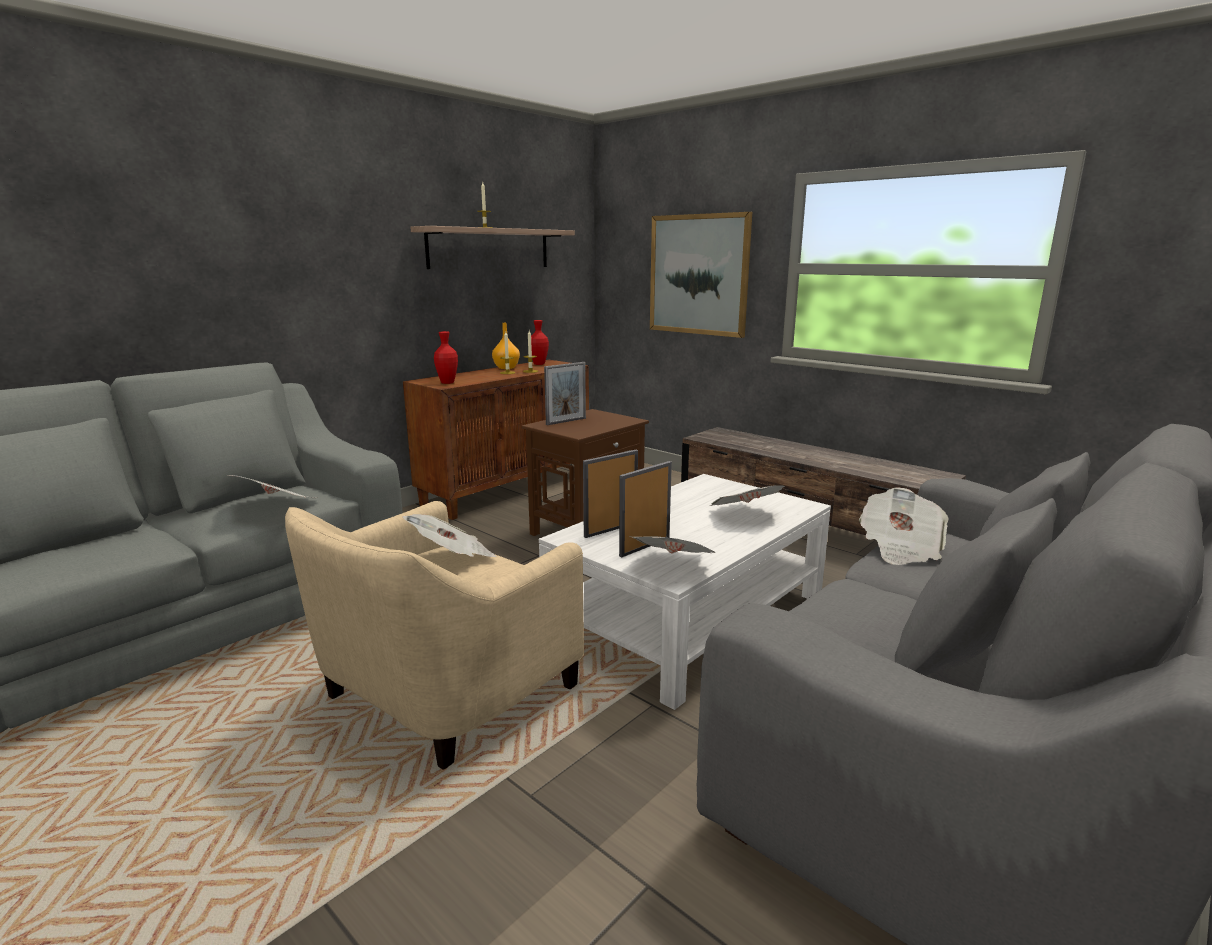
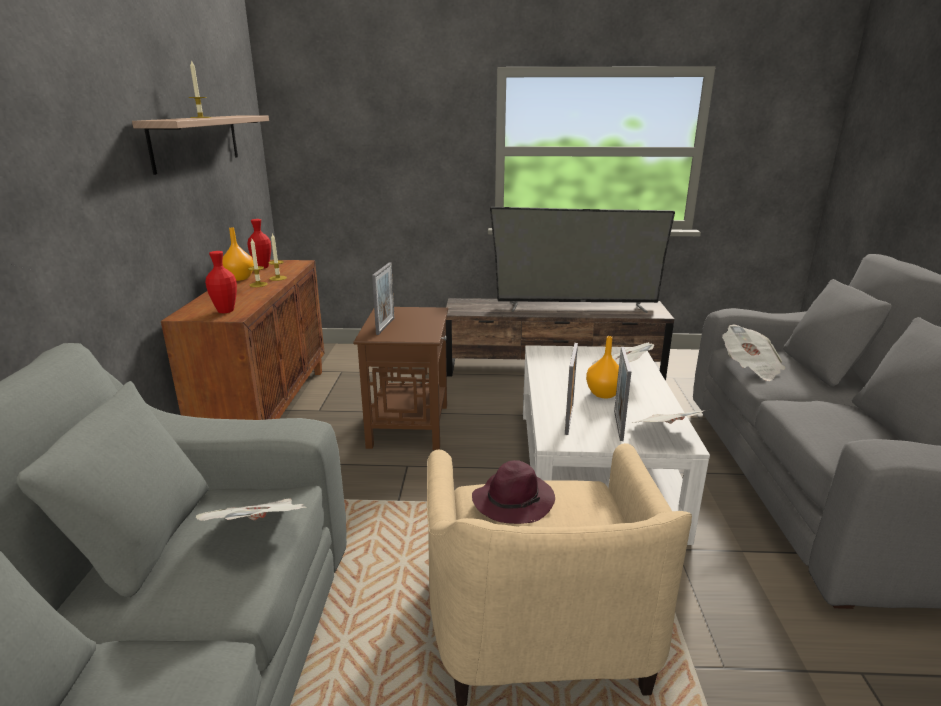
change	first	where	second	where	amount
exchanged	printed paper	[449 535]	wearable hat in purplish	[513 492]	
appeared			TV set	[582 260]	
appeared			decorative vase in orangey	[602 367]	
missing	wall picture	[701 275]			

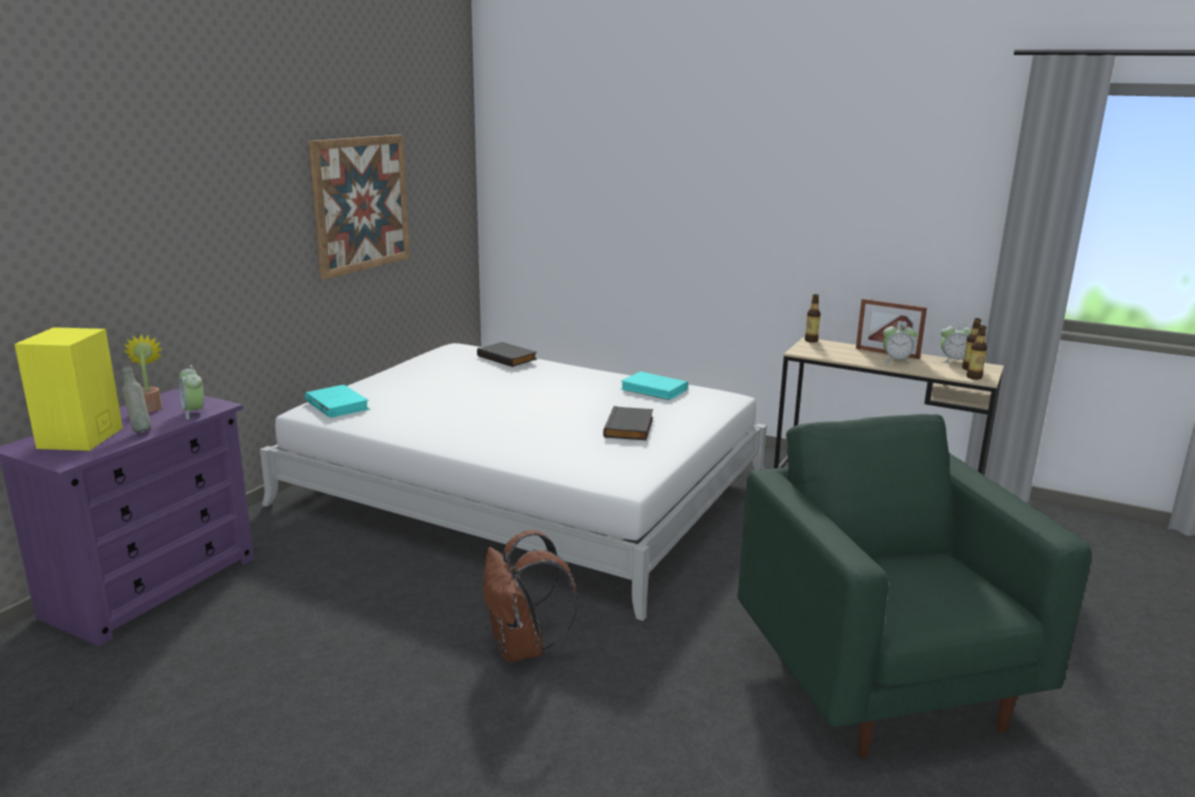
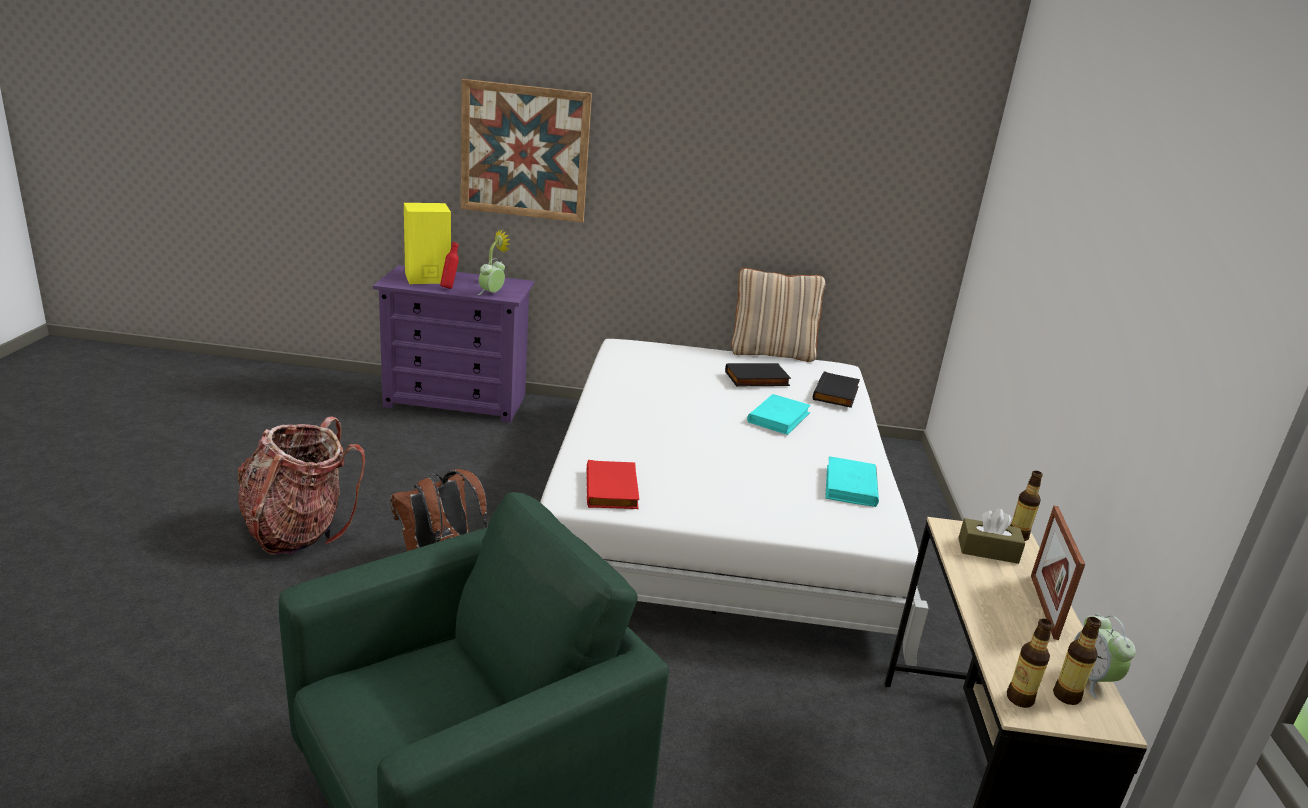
change	first	where	second	where	amount
appeared			backpack	[301 486]	
colour	drink bottle in greyish	[136 399]	drink bottle in reddish	[449 265]	
relocated	wall picture	[359 207]		[526 151]	
appeared			bound book in reddish	[612 484]	
relocated	bound book in blackish	[628 423]		[758 374]	
appeared			throw pillow in sand-coloured	[778 315]	
relocated	bound book in turquoise	[337 401]		[779 414]	
appeared			box of tissues in brown	[992 536]	
missing	table clock	[900 342]			

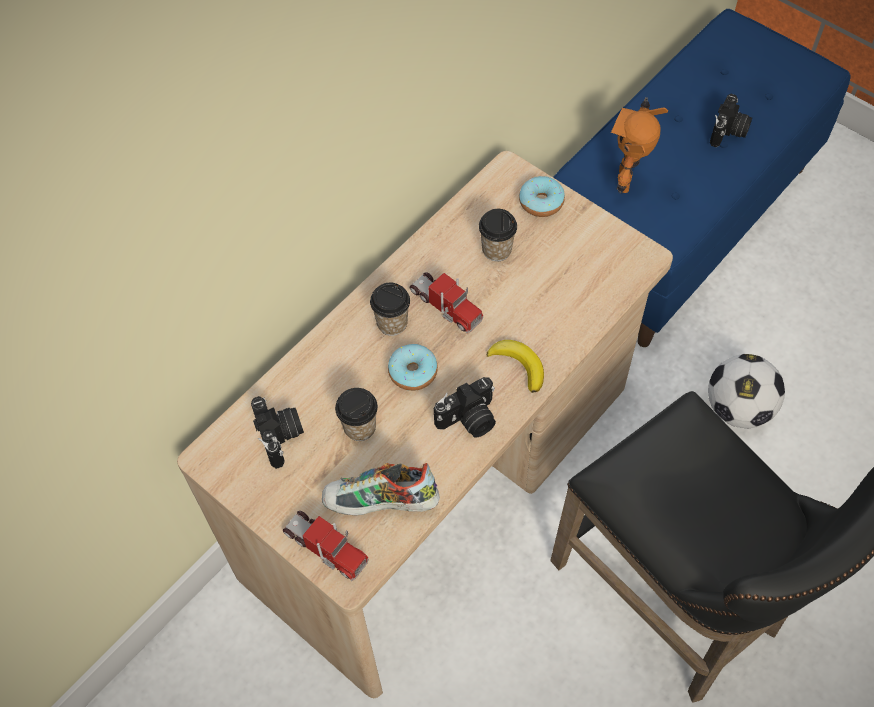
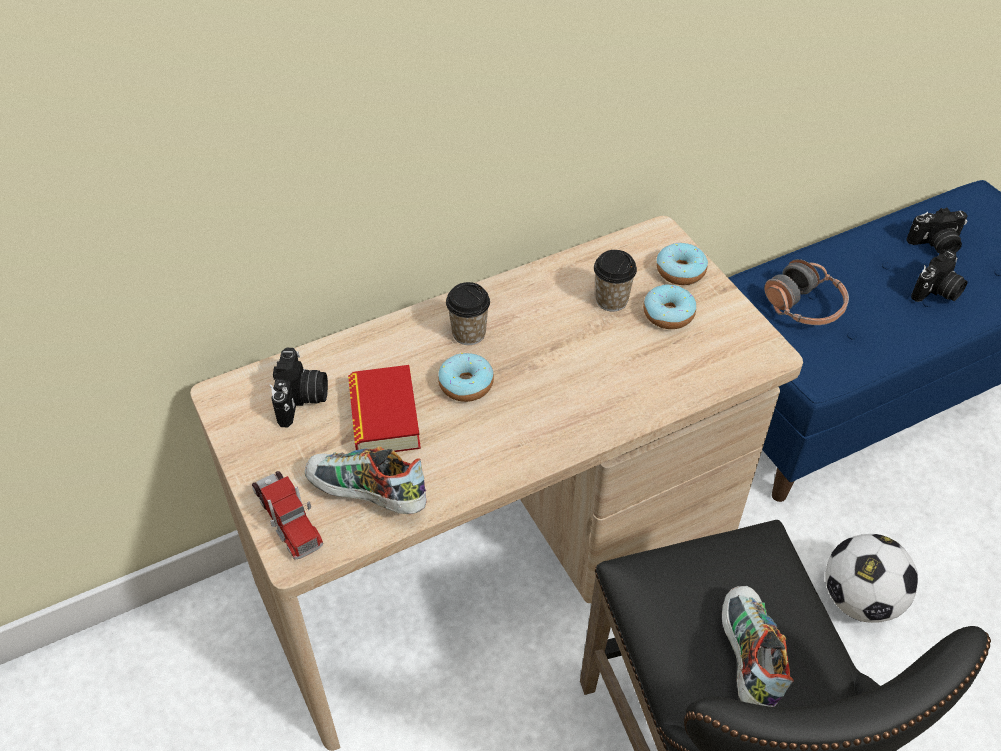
change	first	where	second	where	amount
exchanged	drinking cup	[356 414]	bound book	[384 408]	
appeared			donut	[669 306]	
appeared			item of footwear	[758 646]	
exchanged	toy robot	[639 145]	headphones	[806 292]	
relocated	photo camera	[465 407]		[937 231]	
missing	toy lorry	[446 302]			
missing	banana fruit	[515 366]			

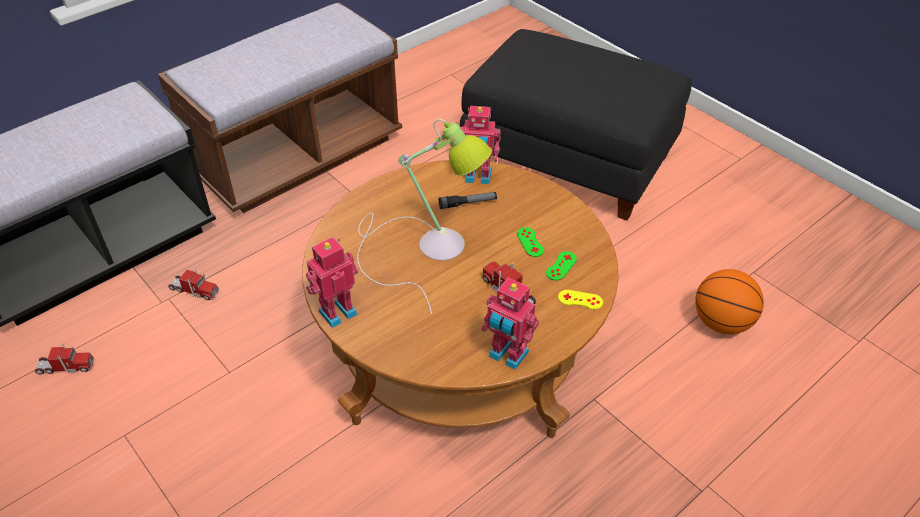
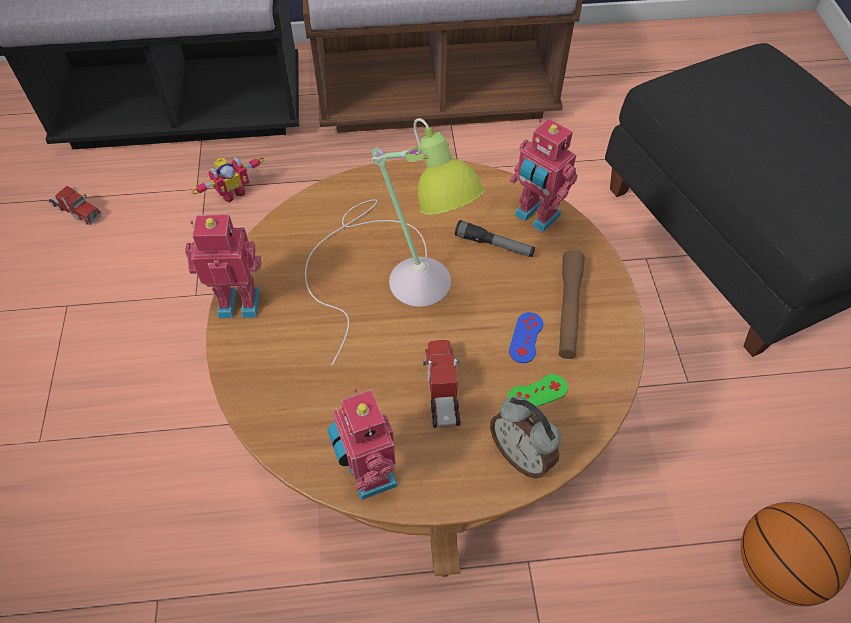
change	first	where	second	where	amount
exchanged	toy lorry	[194 284]	toy robot	[227 179]	
exchanged	game controller in yellow-coloured	[580 300]	table clock	[525 437]	
colour	game controller in green	[530 242]	game controller in blue	[526 337]	
appeared			hand torch in brown	[572 304]	

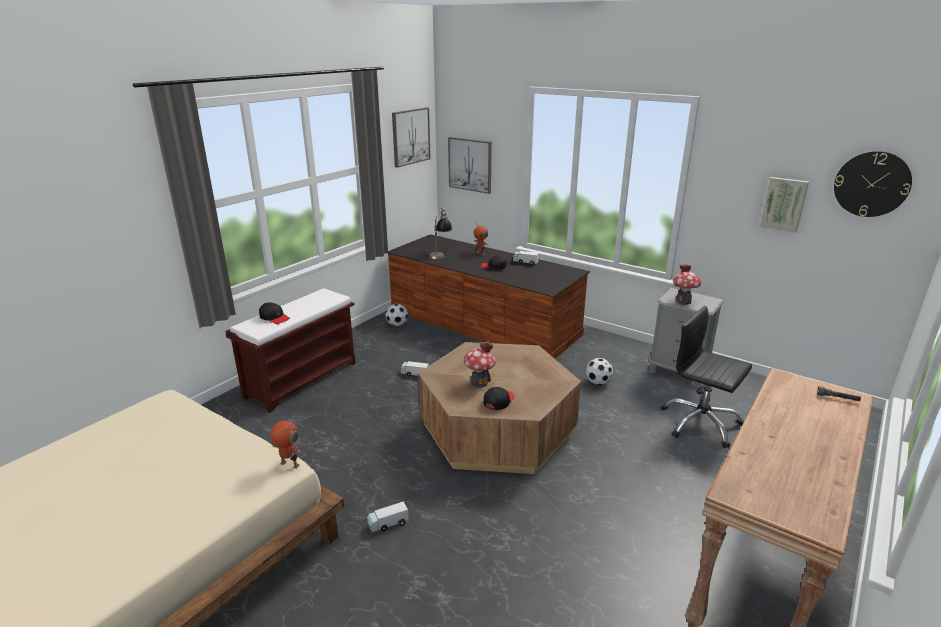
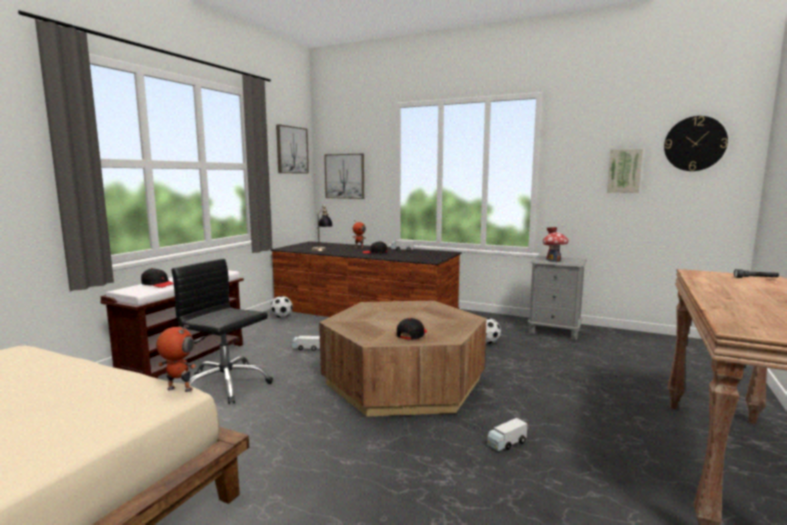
change	first	where	second	where	amount
relocated	computer chair in blackish	[706 377]		[222 331]	
relocated	toy lorry	[388 516]		[507 434]	
missing	miniature house	[480 364]			

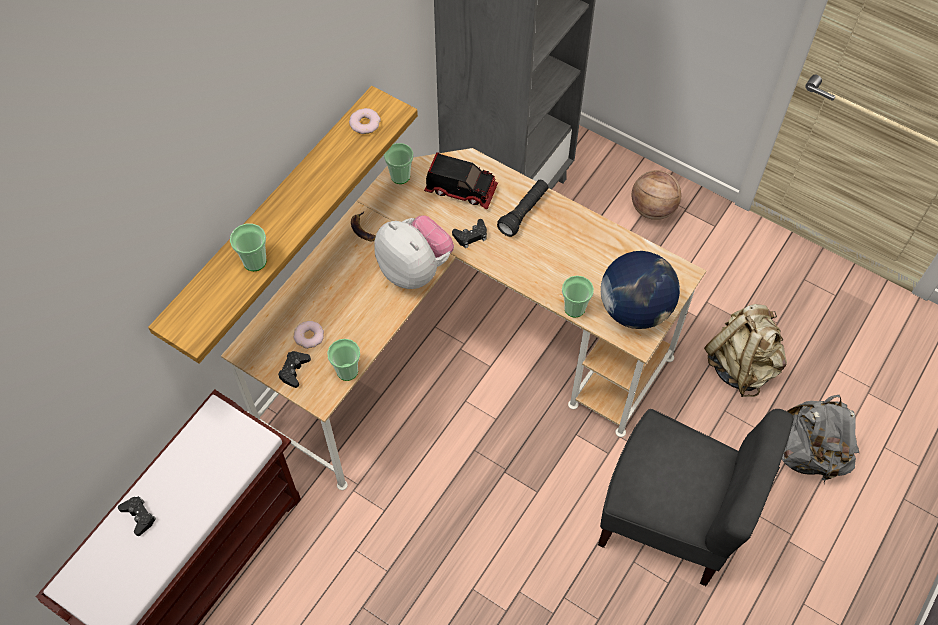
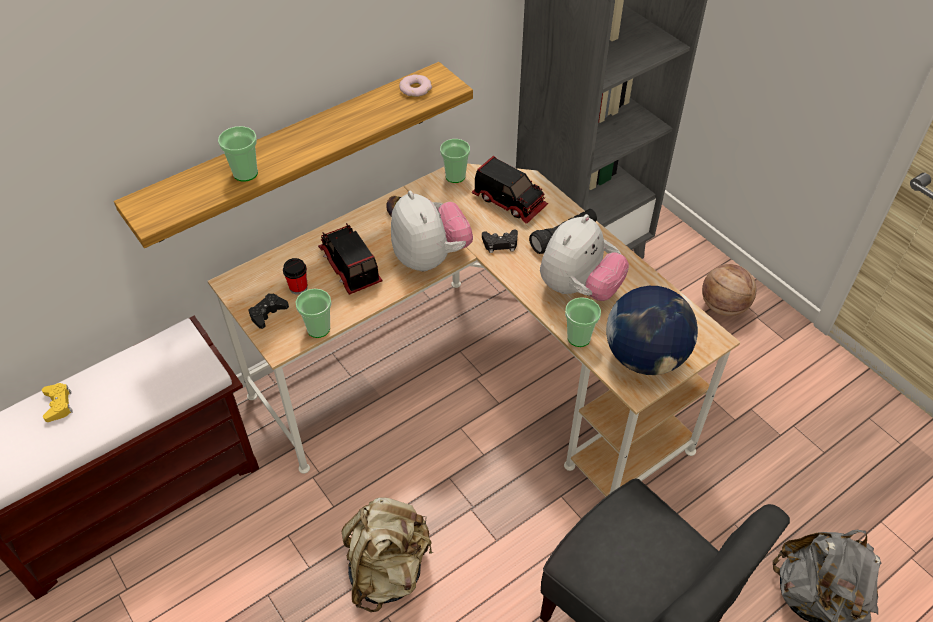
change	first	where	second	where	amount
colour	game controller in blackish	[137 516]	game controller in yellow-coloured	[57 402]	
exchanged	donut	[308 335]	drinking cup	[295 276]	
appeared			toy lorry	[350 259]	
relocated	backpack in sand-coloured	[745 350]		[387 554]	
appeared			soft toy	[584 257]	

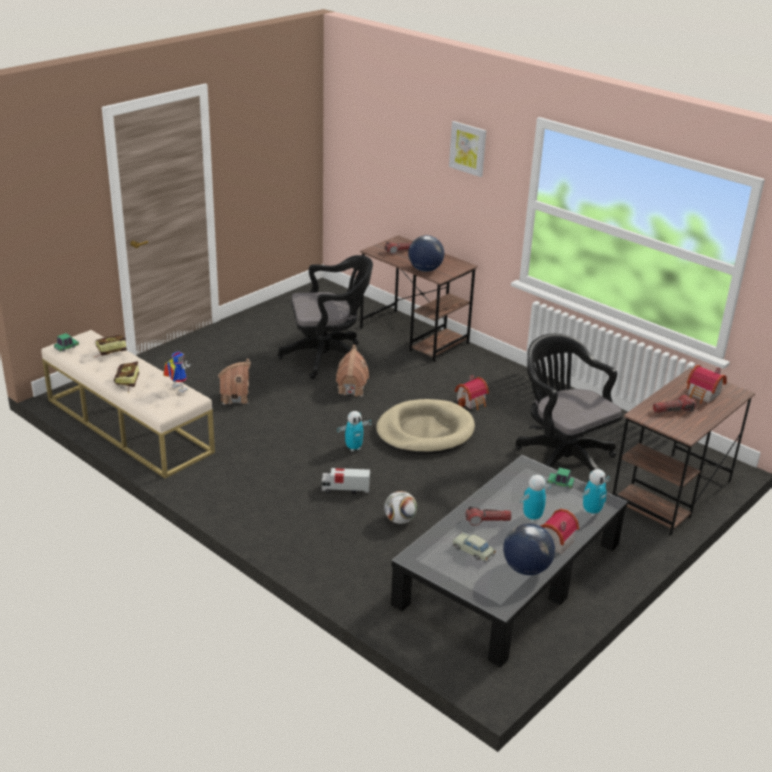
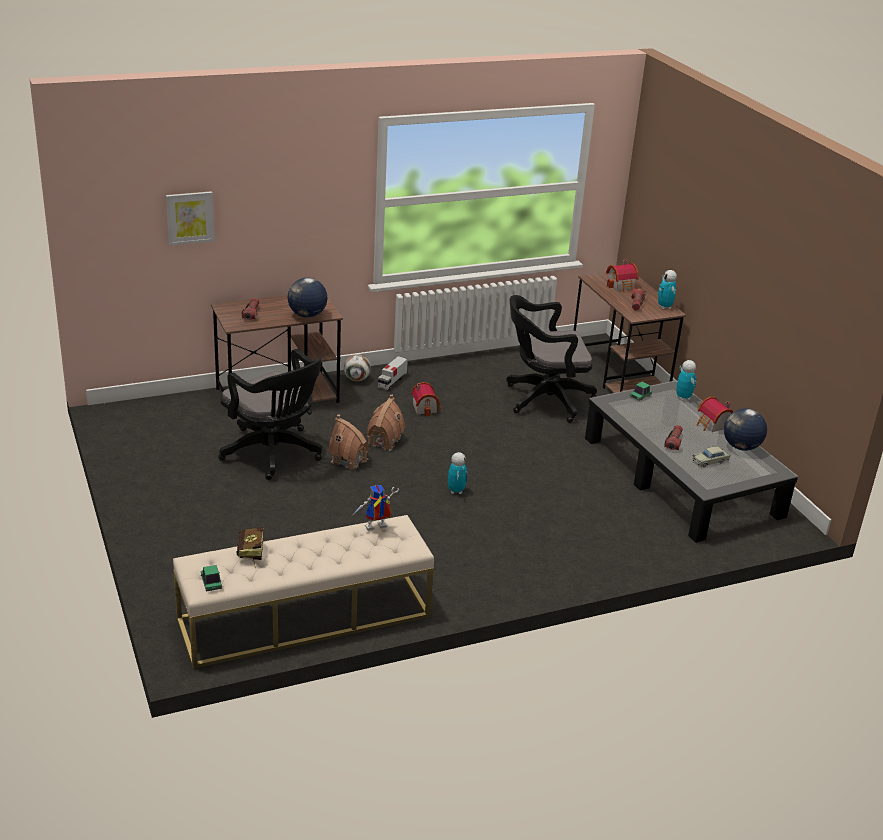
change	first	where	second	where	amount
relocated	wall picture	[467 149]		[190 218]	
spun	computer chair in blackish	[325 317]		[270 414]	120 degrees clockwise
relocated	ball for football	[400 507]		[357 367]	
relocated	miniature house	[234 382]		[386 422]	
relocated	toy lorry	[345 481]		[393 373]	
relocated	toy robot	[535 498]		[667 289]	
missing	bound book	[126 377]			
missing	dog cushion in sand-coloured	[425 427]			

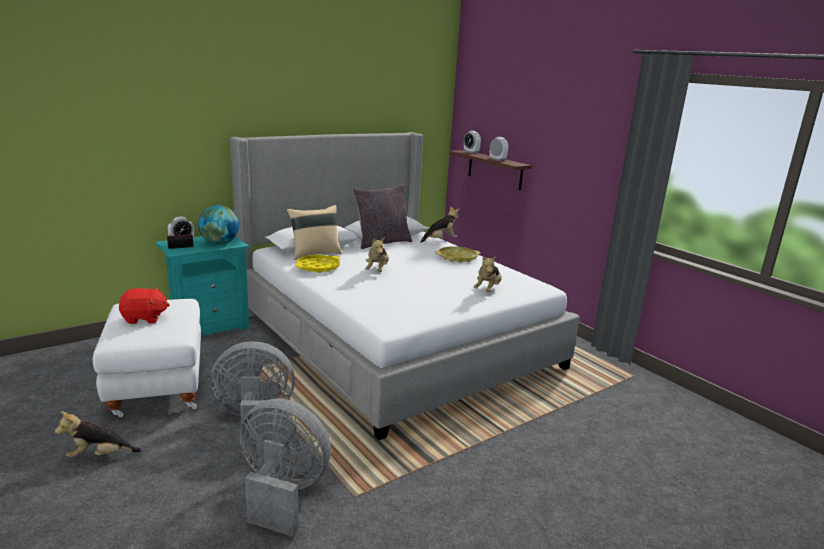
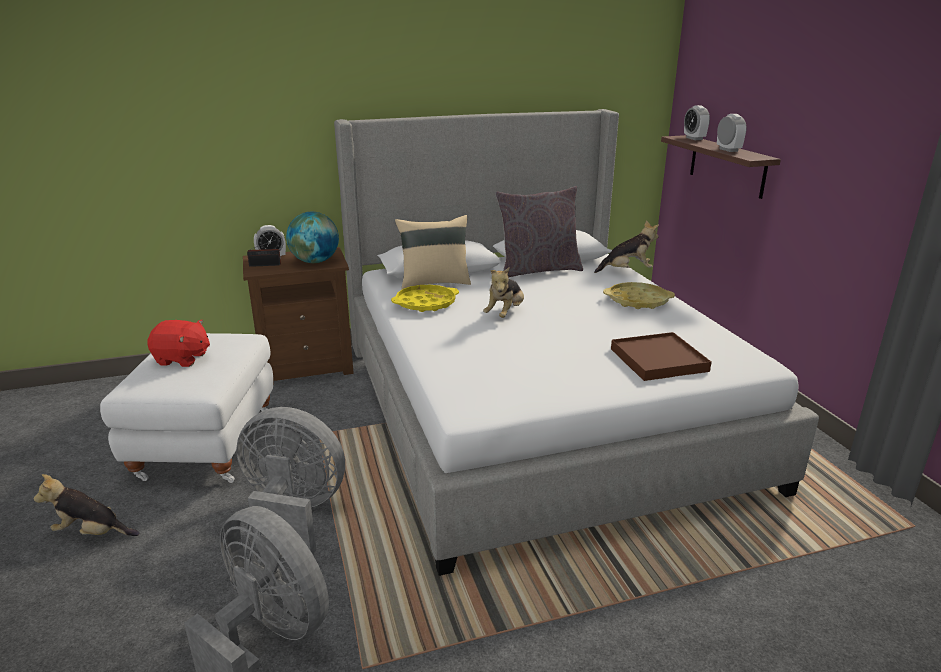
change	first	where	second	where	amount
colour	night table in turquoise	[202 286]	night table in brown	[298 316]	
exchanged	soft toy	[488 274]	carrying tray in brown	[661 356]	

